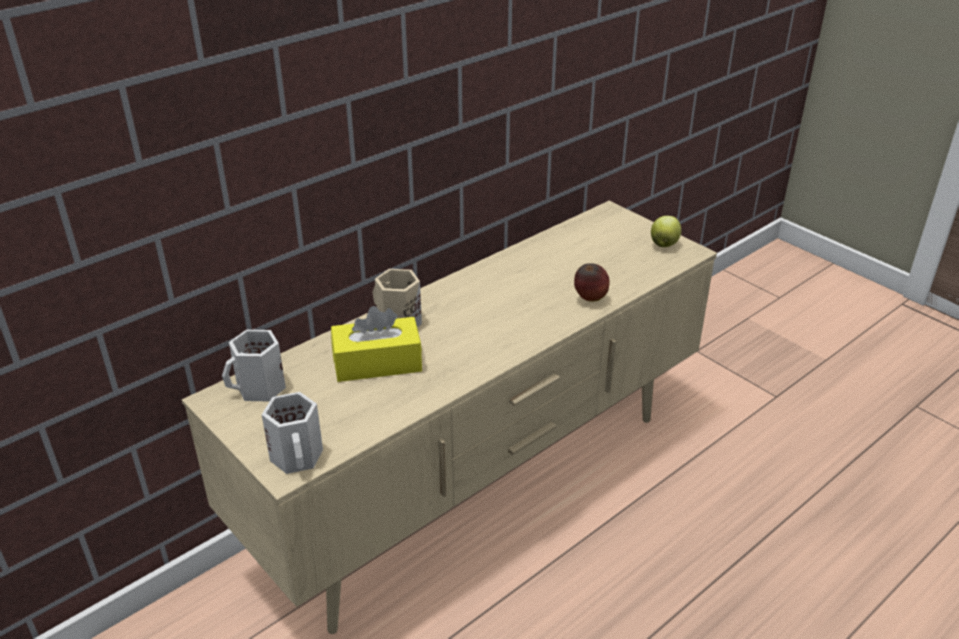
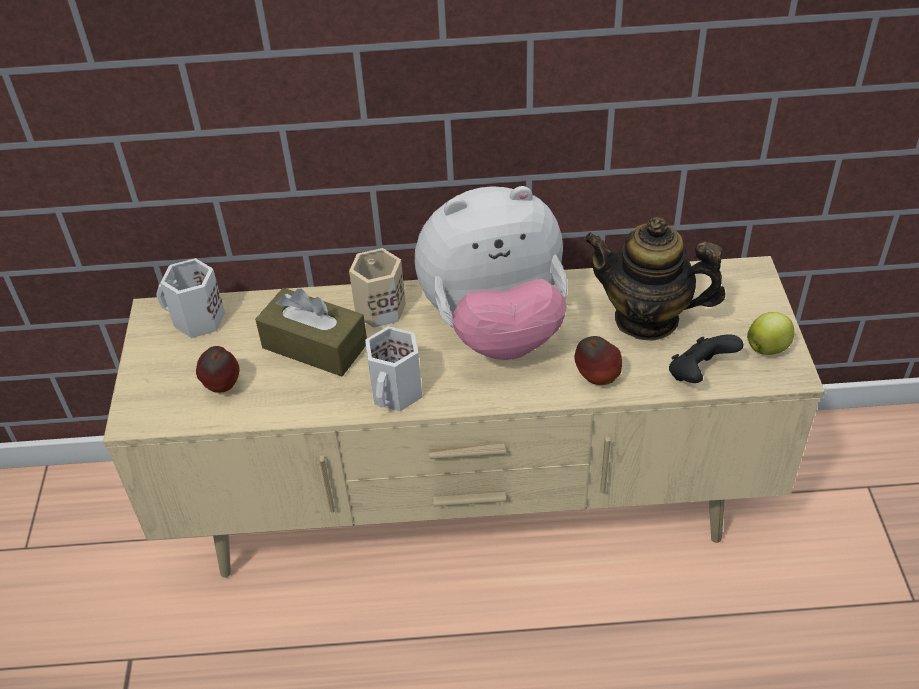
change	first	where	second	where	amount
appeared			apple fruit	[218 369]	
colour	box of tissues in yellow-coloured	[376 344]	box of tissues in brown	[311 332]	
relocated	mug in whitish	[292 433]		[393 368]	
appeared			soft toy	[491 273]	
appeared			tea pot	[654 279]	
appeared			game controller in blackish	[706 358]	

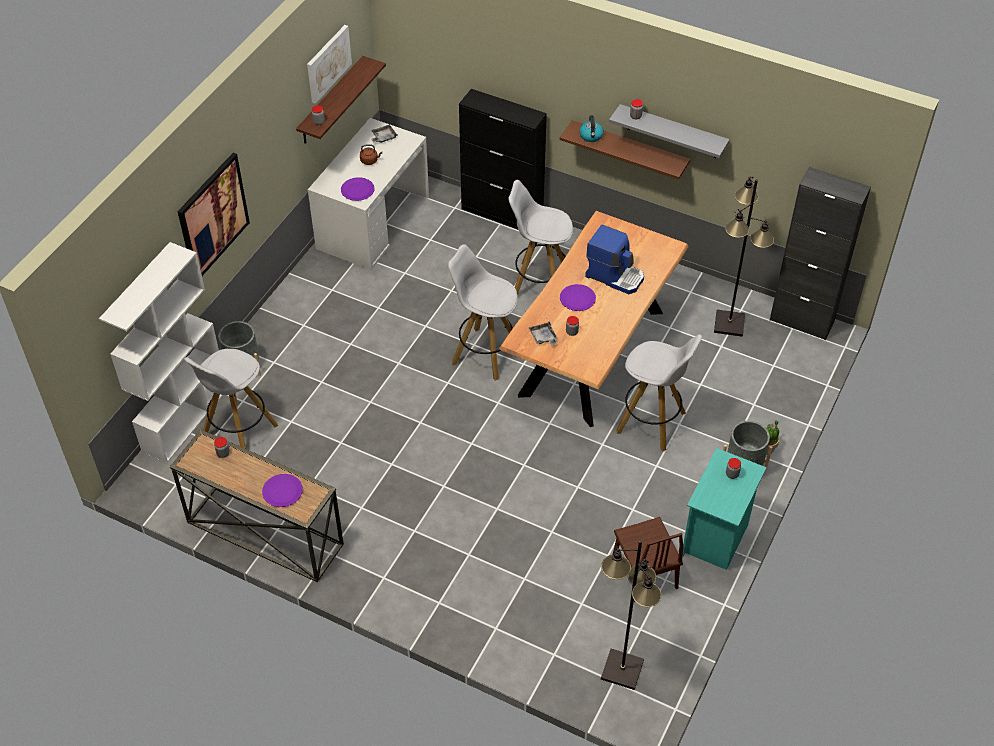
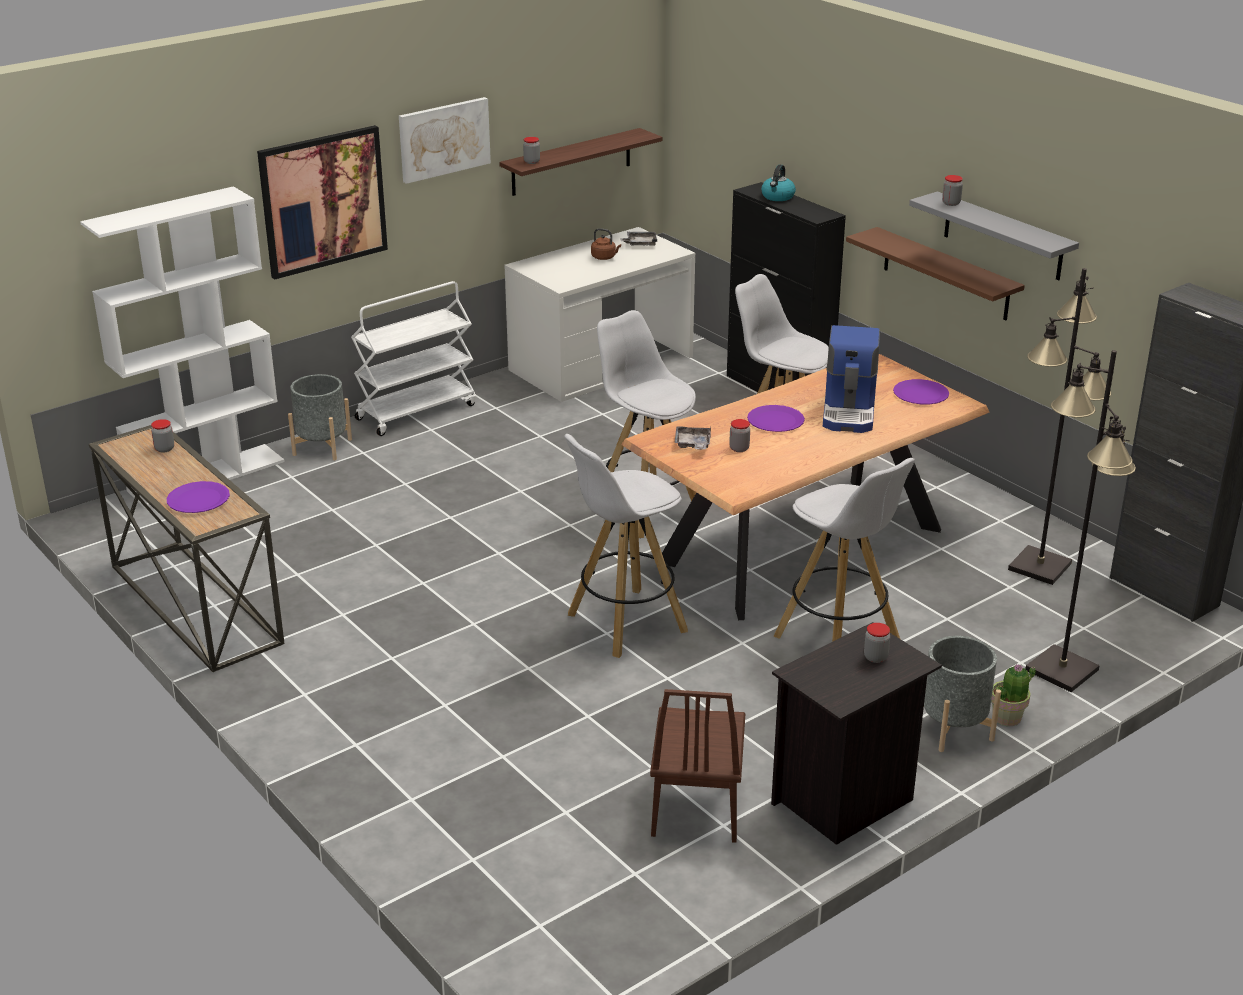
change	first	where	second	where	amount
appeared			trolley in whitish	[413 358]	
relocated	wall picture	[329 64]		[445 140]	
relocated	stool seat in whitish	[231 399]		[626 546]	
relocated	tea kettle	[591 128]		[778 183]	
colour	night table in turquoise	[724 509]	night table in blackish	[856 733]	
spun	coffee maker	[614 259]		[851 379]	45 degrees clockwise
relocated	dinner plate in purplish	[357 189]		[921 391]	
relocated	standing lamp in blackish	[631 615]		[1080 521]	

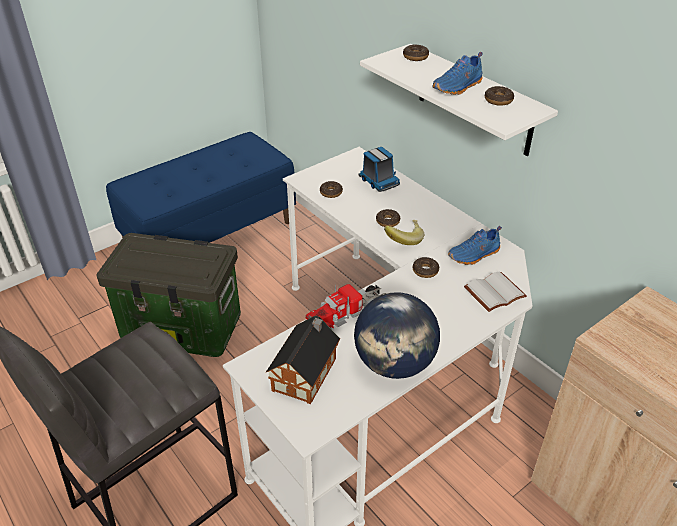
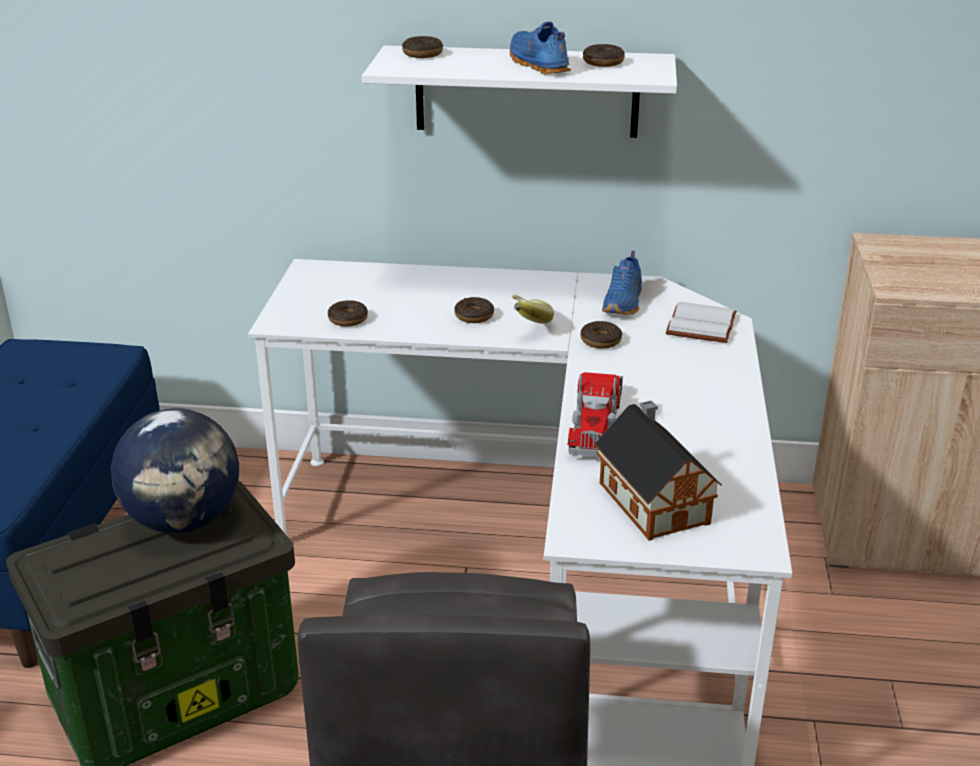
change	first	where	second	where	amount
relocated	globe	[397 335]		[175 470]	
spun	item of footwear in blue	[458 73]		[540 47]	150 degrees clockwise
missing	toy lorry	[379 169]			

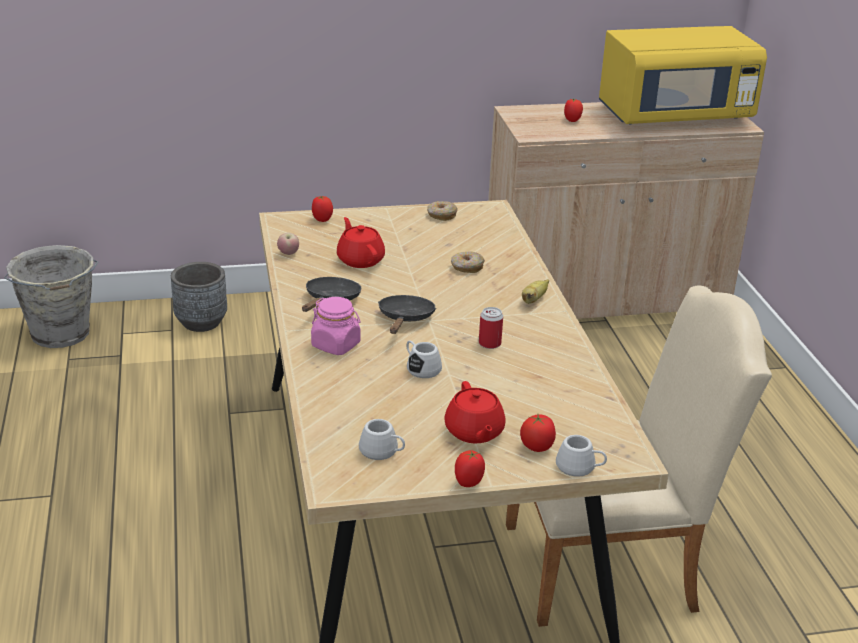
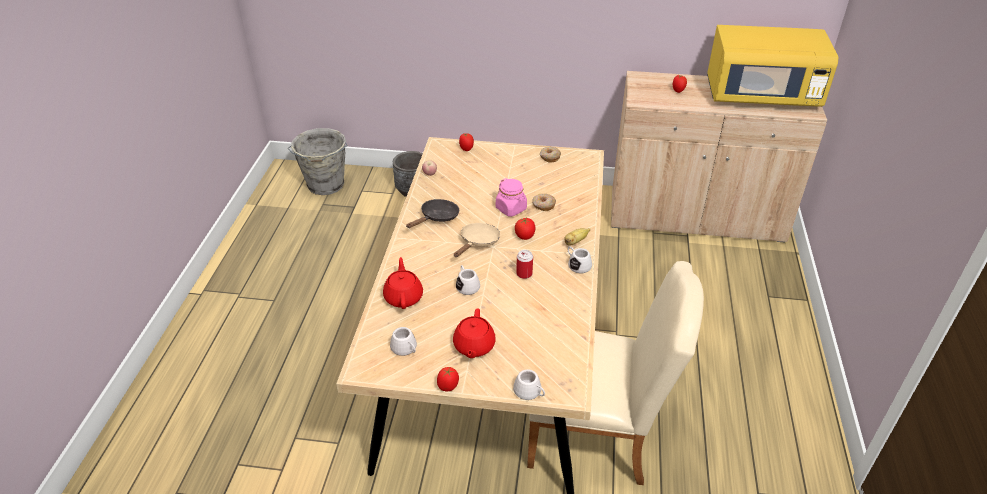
change	first	where	second	where	amount
relocated	tea pot in reddish	[361 242]		[403 283]	
colour	skillet in blackish	[407 314]	skillet in sand-coloured	[477 240]	
relocated	storage jar in pink-coloured	[336 326]		[511 197]	
relocated	whole tomato	[538 433]		[525 229]	
appeared			mug in whitish	[580 259]	

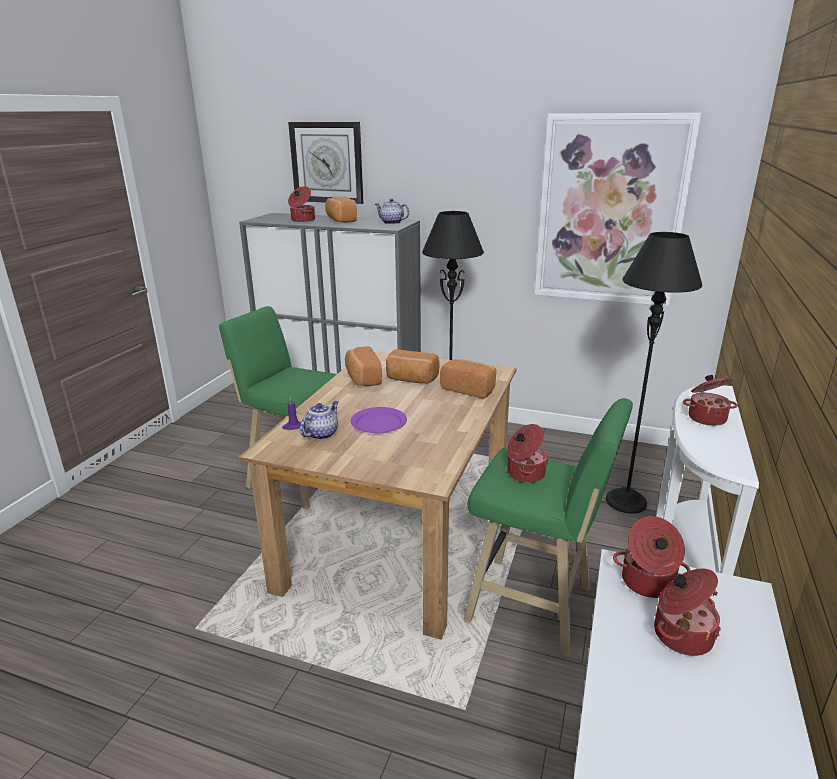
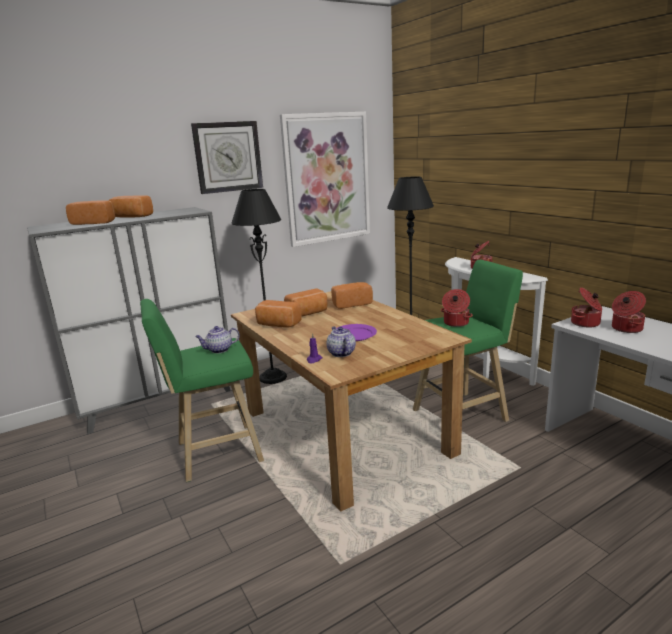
change	first	where	second	where	amount
exchanged	cooking pot	[301 204]	bread	[90 212]	
relocated	hanging clock	[325 163]		[227 157]	
relocated	tea pot	[392 211]		[217 339]	

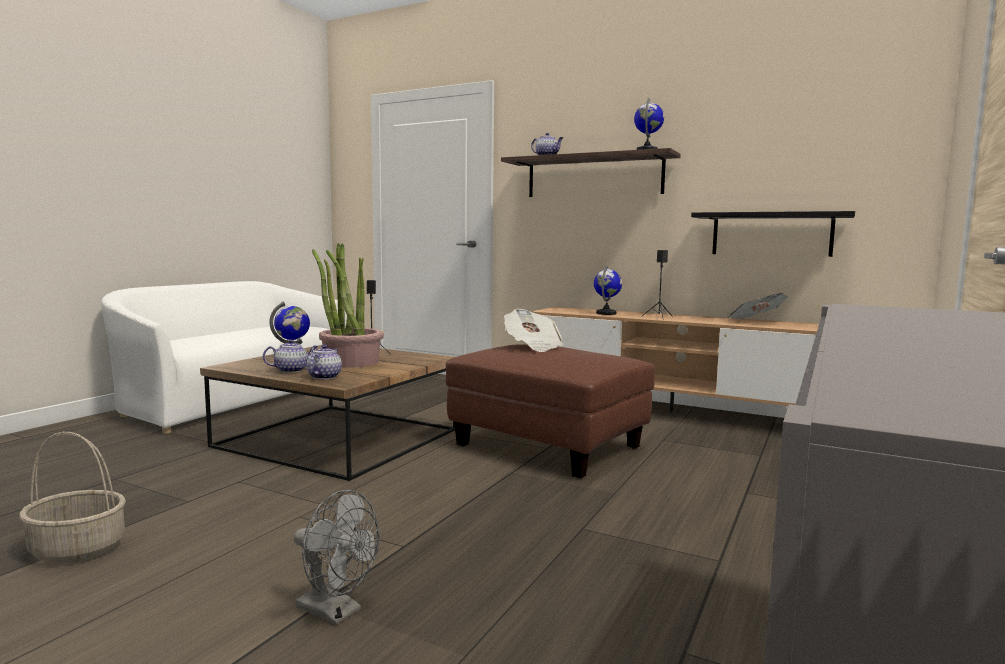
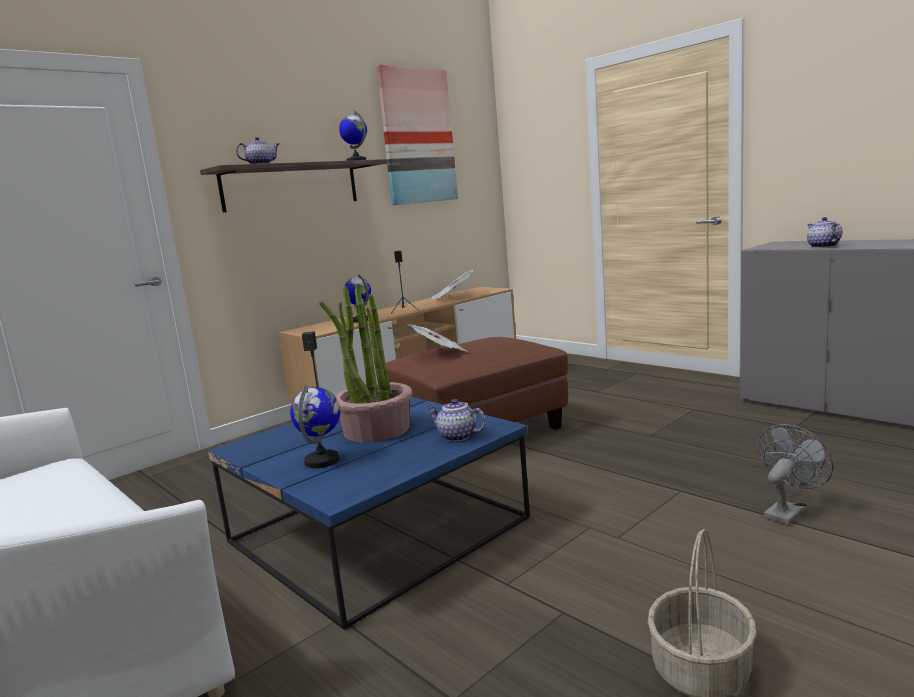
change	first	where	second	where	amount
colour	low table in brown	[327 413]	low table in blue	[369 513]	
appeared			wall picture	[417 134]	
relocated	tea pot	[290 356]		[825 232]	
missing	bracket shelf in blackish	[773 234]			

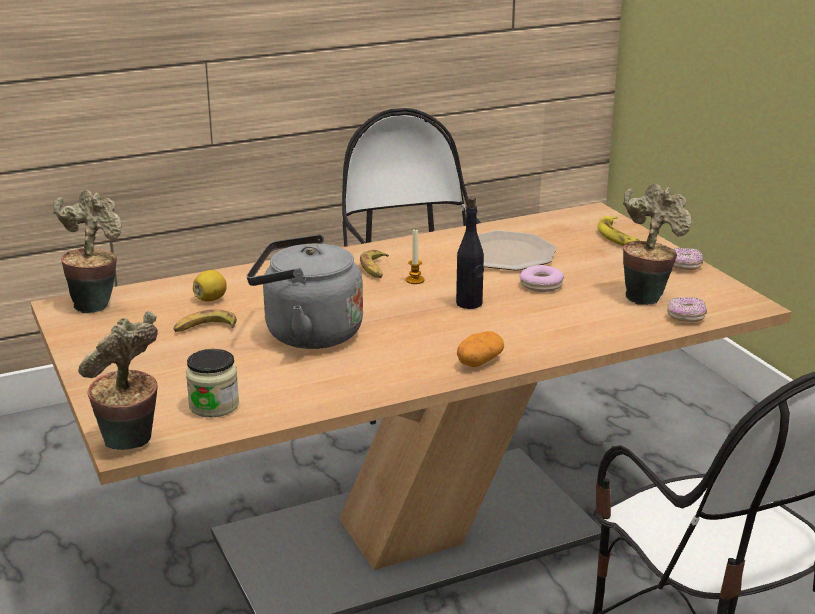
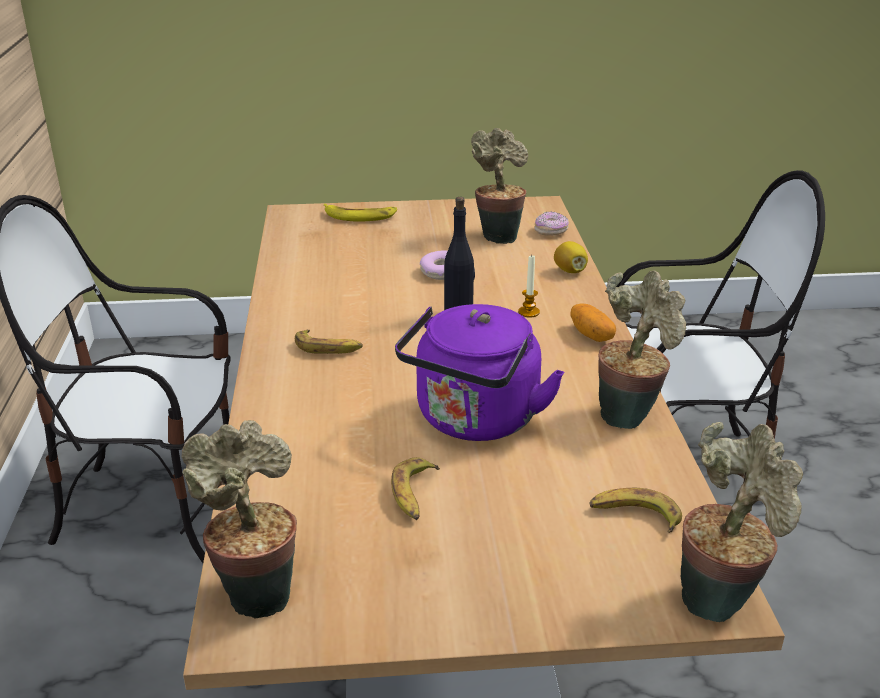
change	first	where	second	where	amount
colour	tea kettle in greyish	[305 292]	tea kettle in purplish	[479 372]	
relocated	candle	[415 256]		[529 286]	
relocated	citrus fruit	[210 286]		[571 257]	
exchanged	storage jar	[212 383]	banana fruit	[636 510]	
appeared			houseplant	[642 349]	
missing	dinner plate	[507 251]			
missing	donut	[688 259]			

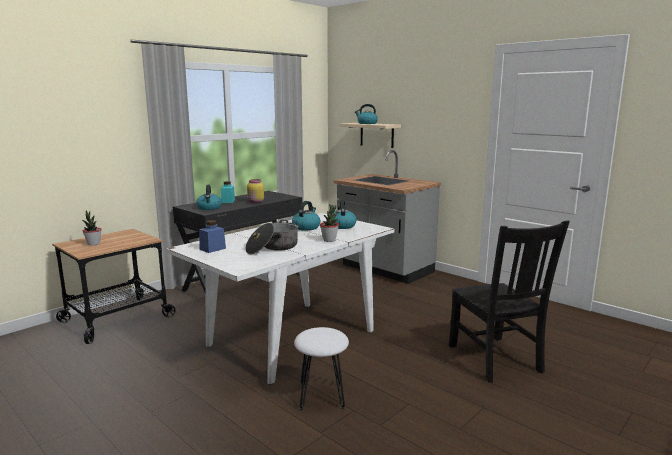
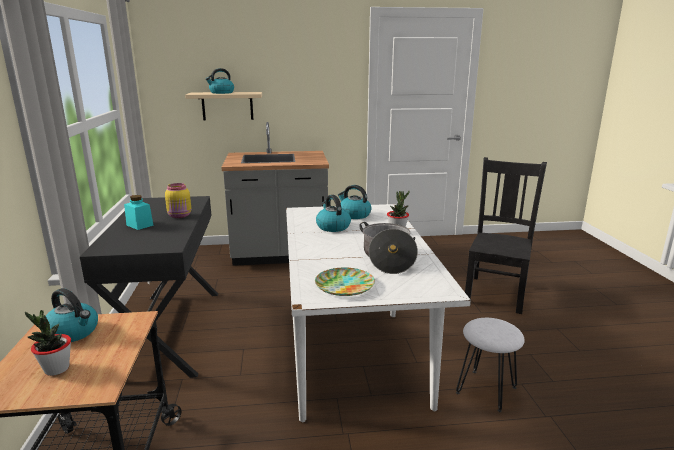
change	first	where	second	where	amount
relocated	tea kettle	[209 197]		[72 315]	
exchanged	storage jar in blue	[212 236]	dinner plate	[345 282]	
spun	upright chair in blackish	[509 301]		[506 235]	90 degrees counterclockwise

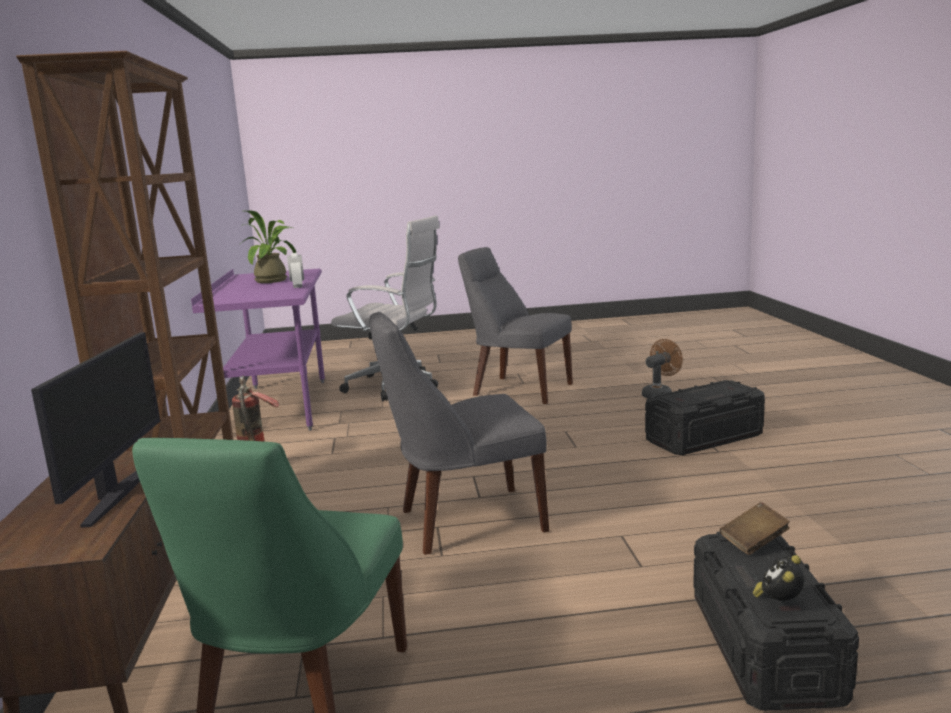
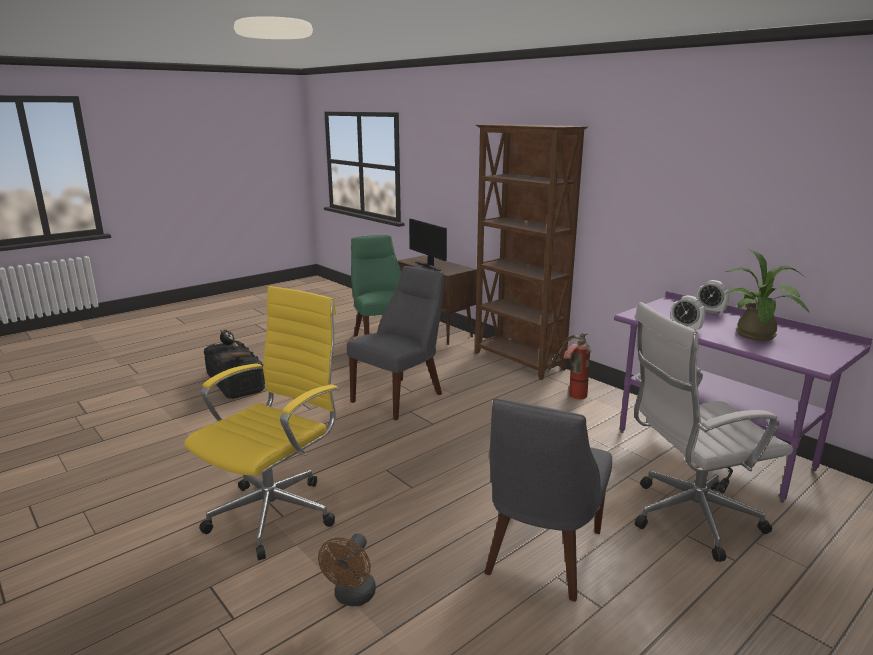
change	first	where	second	where	amount
exchanged	storage box in blackish	[705 417]	computer chair in yellow-coloured	[262 423]	
spun	upright chair in greyish	[515 325]		[548 500]	120 degrees clockwise
appeared			table clock	[713 297]	

